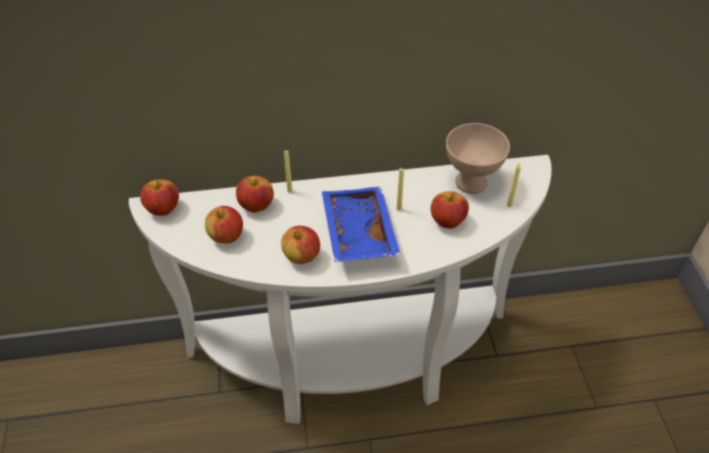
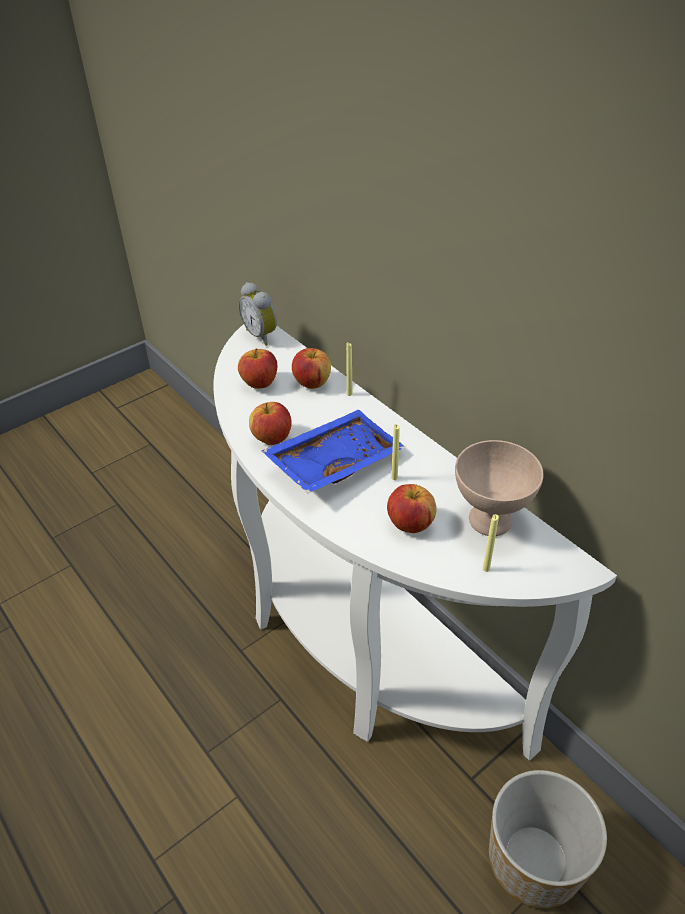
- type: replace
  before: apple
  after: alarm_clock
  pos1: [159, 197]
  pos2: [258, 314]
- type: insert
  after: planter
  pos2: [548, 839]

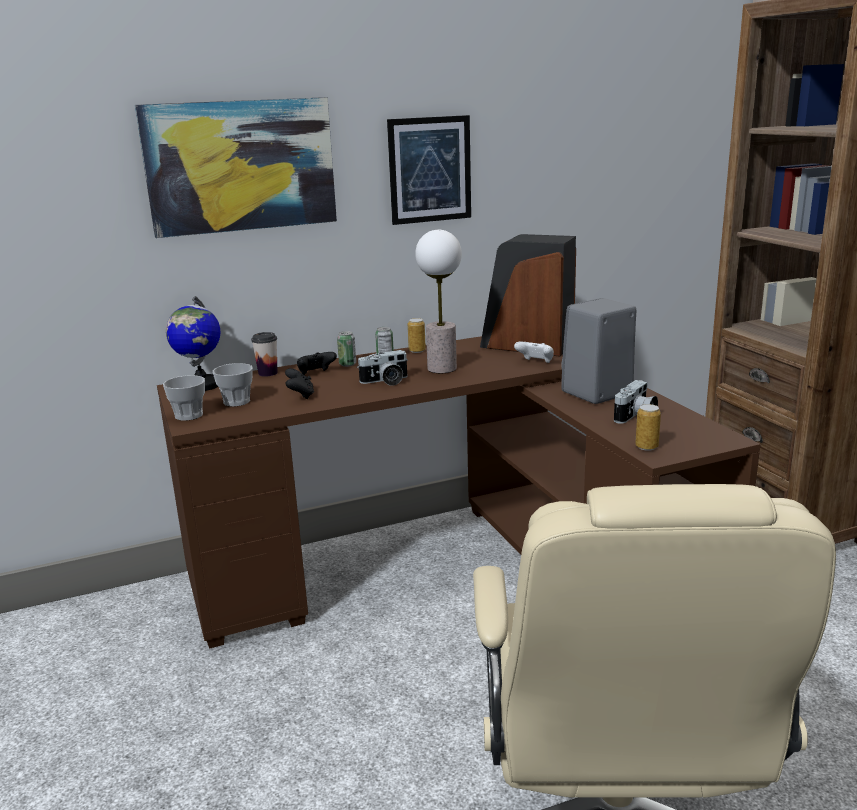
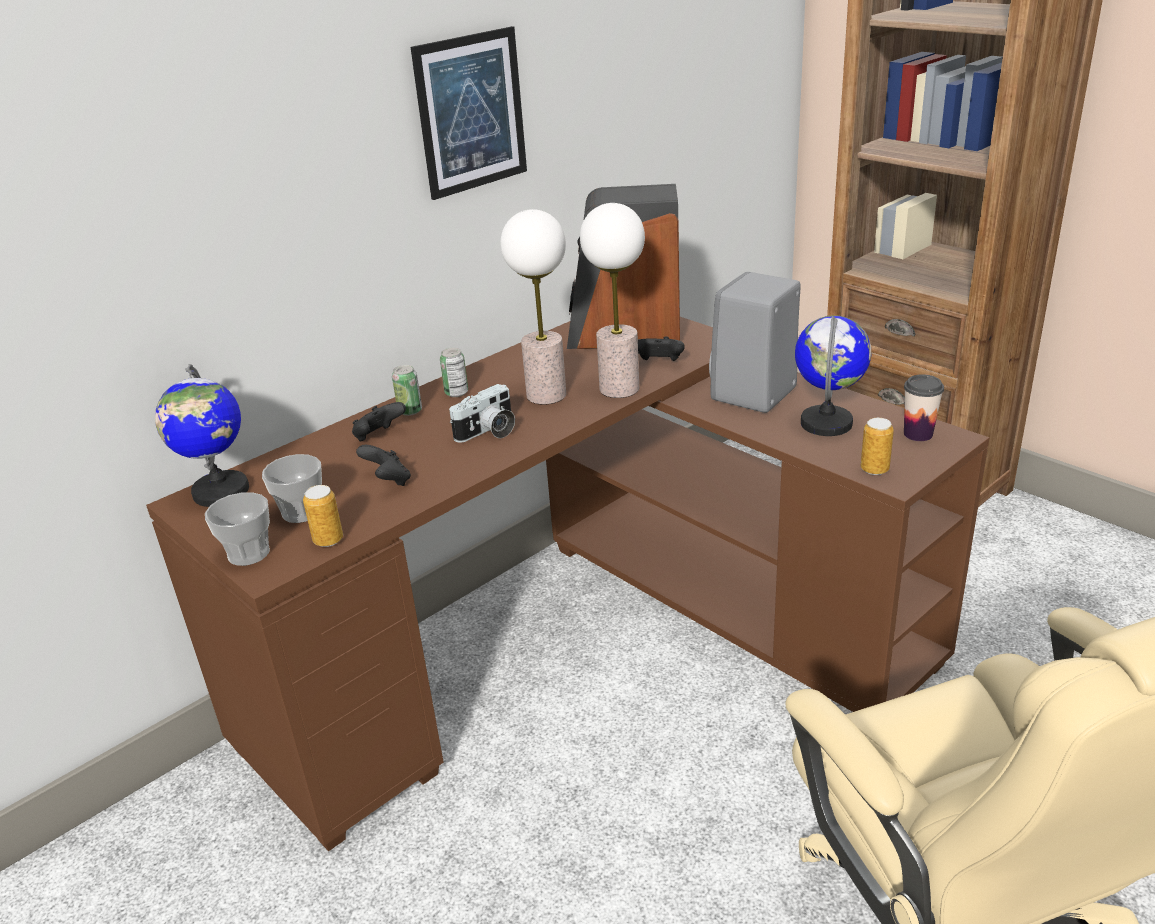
- type: delete
  before: picture
  pos1: [236, 167]
- type: move
  before: can
  pos1: [417, 335]
  pos2: [323, 516]
- type: move
  before: cup
  pos1: [264, 354]
  pos2: [924, 407]
- type: recolor
  before: white_game_controller
  after: black_game_controller
  pos1: [534, 352]
  pos2: [661, 348]
- type: replace
  before: photo_camera
  after: globe
  pos1: [636, 402]
  pos2: [833, 375]
- type: insert
  after: table_lamp
  pos2: [612, 300]

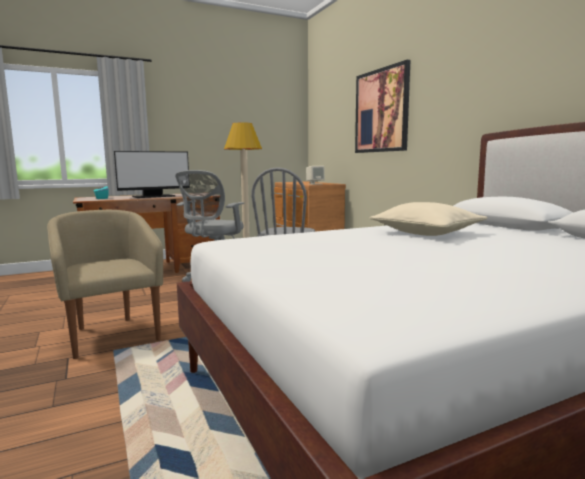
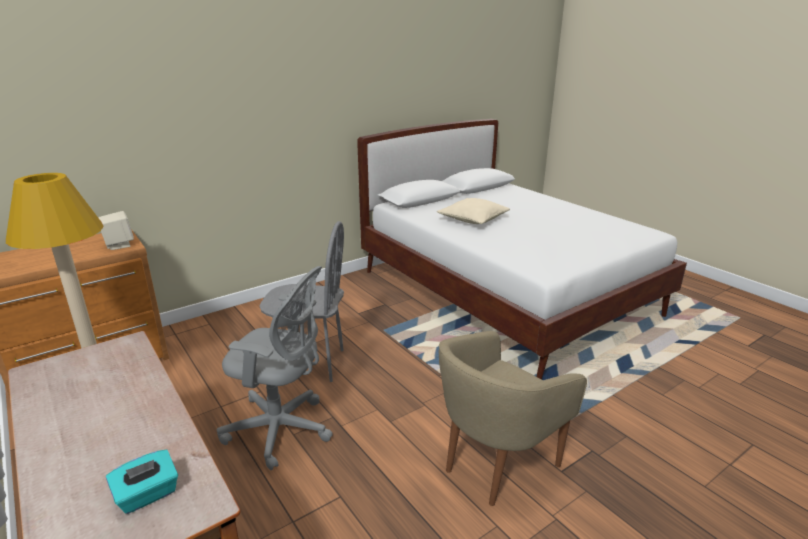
- type: delete
  before: picture
  pos1: [382, 106]
- type: delete
  before: monitor
  pos1: [151, 174]

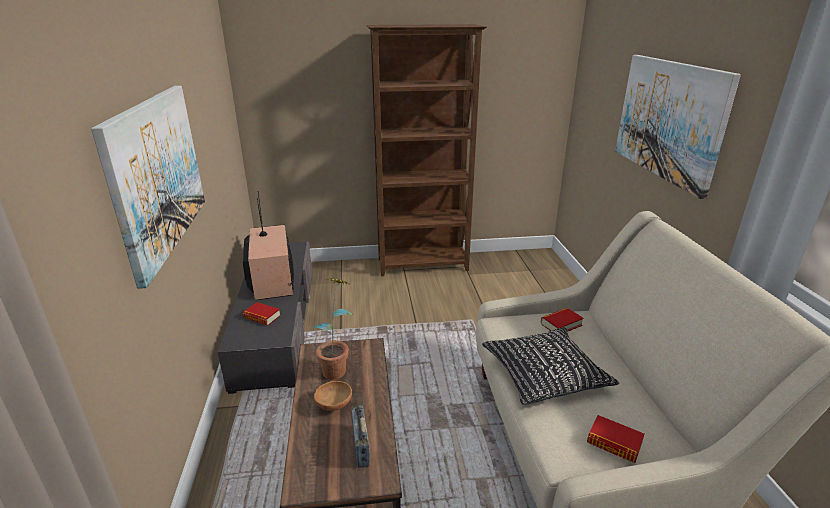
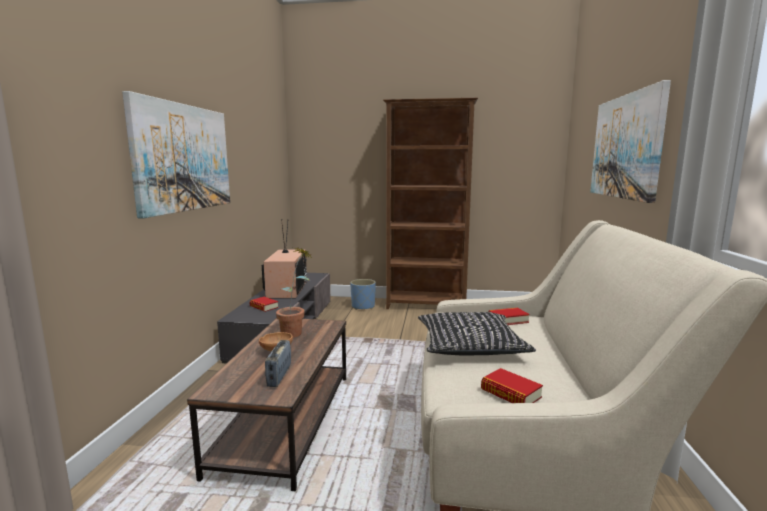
- type: insert
  after: blue_planter
  pos2: [363, 294]

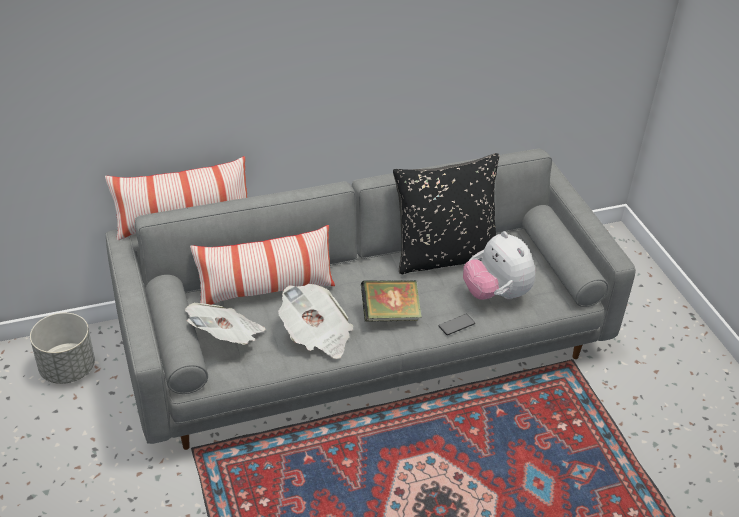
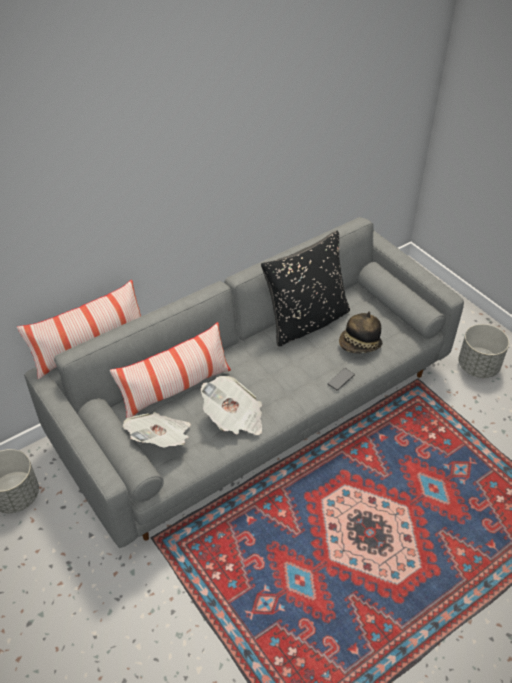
- type: replace
  before: plush_toy
  after: hat
  pos1: [499, 265]
  pos2: [360, 332]
- type: delete
  before: book
  pos1: [391, 301]
- type: insert
  after: grey_planter
  pos2: [483, 351]

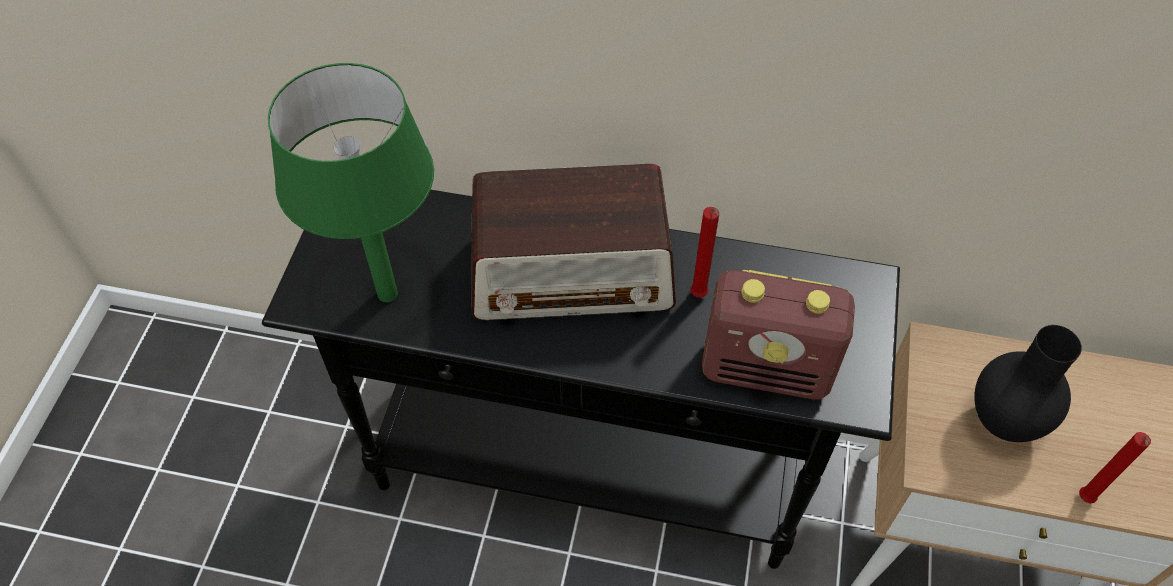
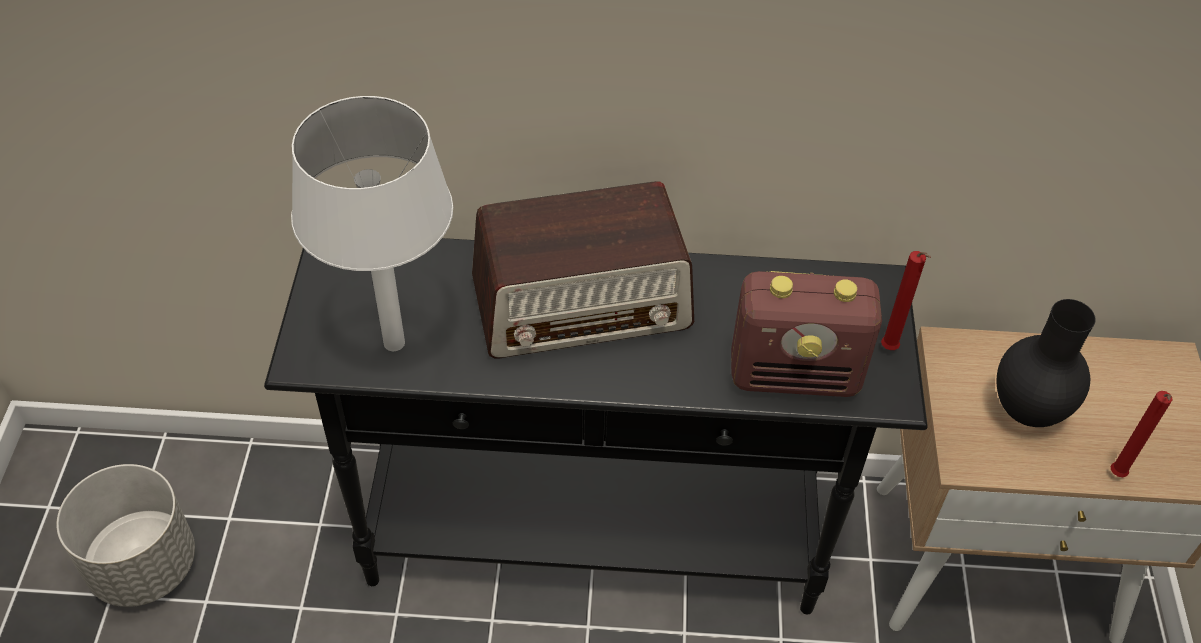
- type: recolor
  before: green_table_lamp
  after: white_table_lamp
  pos1: [351, 182]
  pos2: [372, 223]
- type: move
  before: red_candle
  pos1: [704, 252]
  pos2: [906, 300]
- type: insert
  after: grey_planter
  pos2: [125, 535]

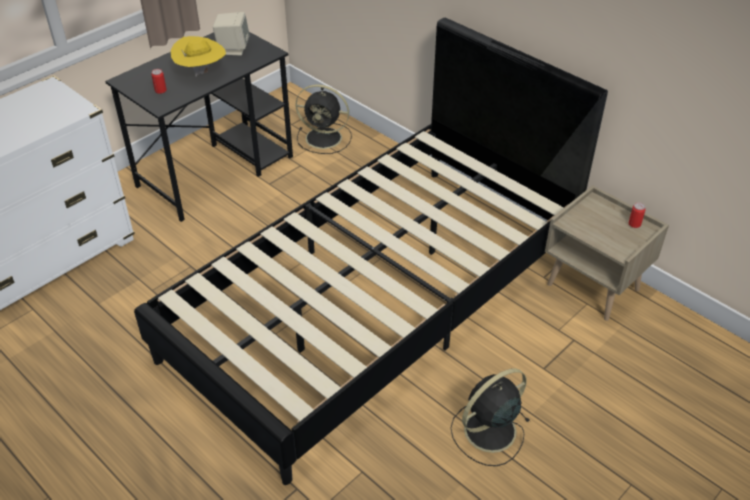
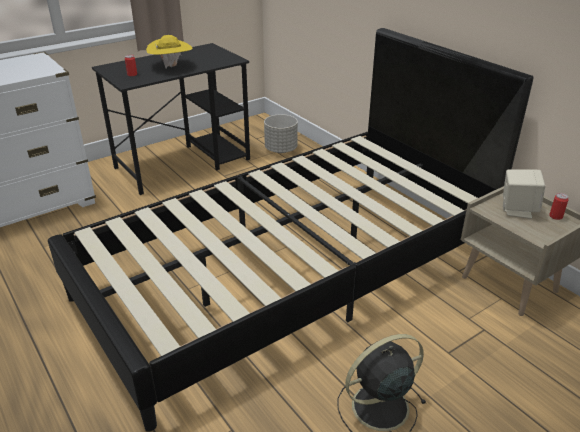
- type: move
  before: beige_speaker
  pos1: [231, 34]
  pos2: [524, 194]
- type: replace
  before: black_fan
  after: grey_planter
  pos1: [323, 119]
  pos2: [281, 133]

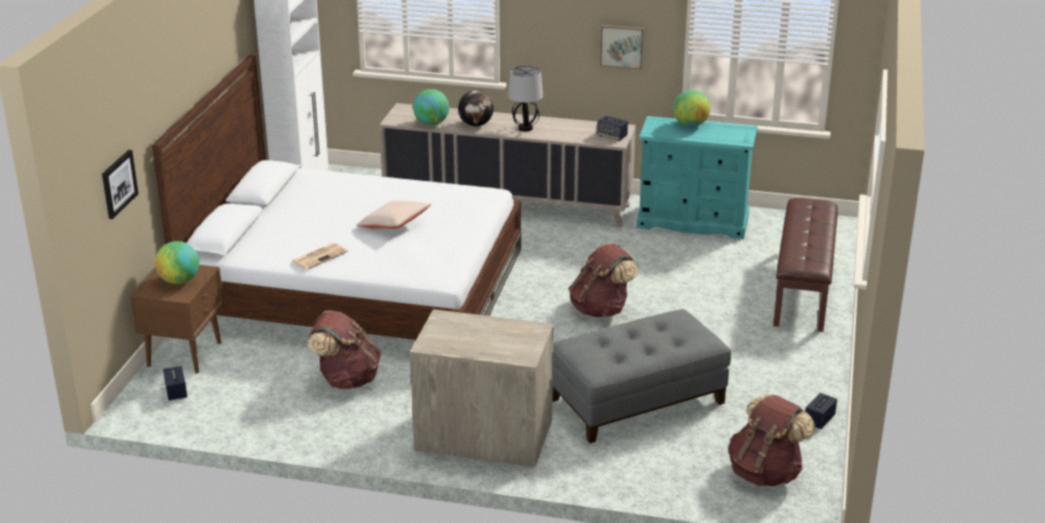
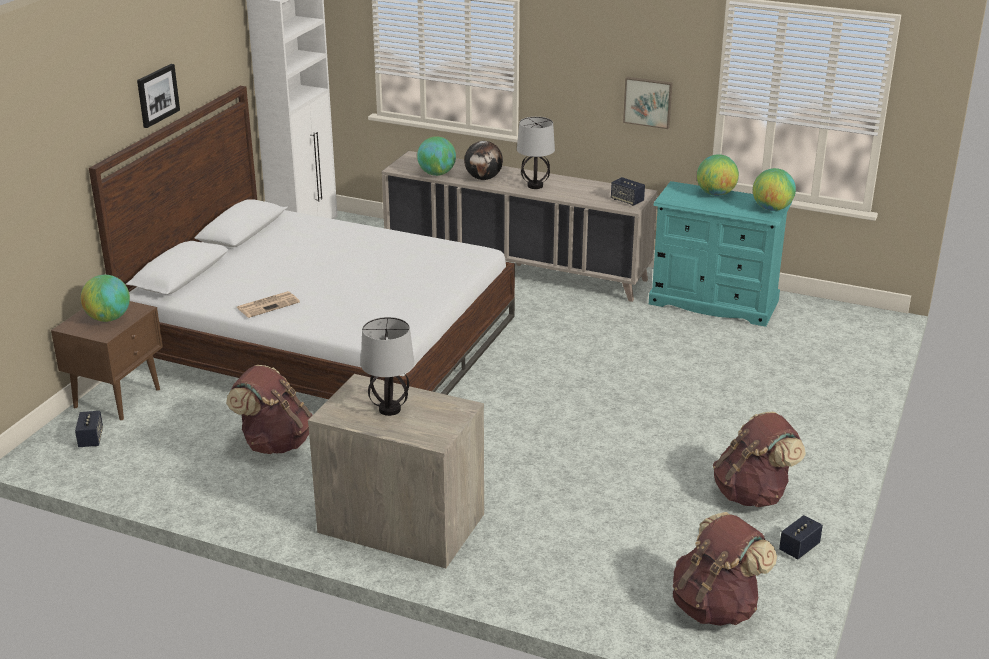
- type: move
  before: picture
  pos1: [120, 184]
  pos2: [158, 96]
- type: delete
  before: brown_bench
  pos1: [805, 265]
- type: delete
  before: beige_pillow
  pos1: [394, 215]
- type: move
  before: brown_backpack
  pos1: [603, 280]
  pos2: [759, 459]
- type: delete
  before: grey_ottoman
  pos1: [642, 376]
- type: insert
  after: globe
  pos2: [774, 189]
- type: insert
  after: table_lamp
  pos2: [387, 366]

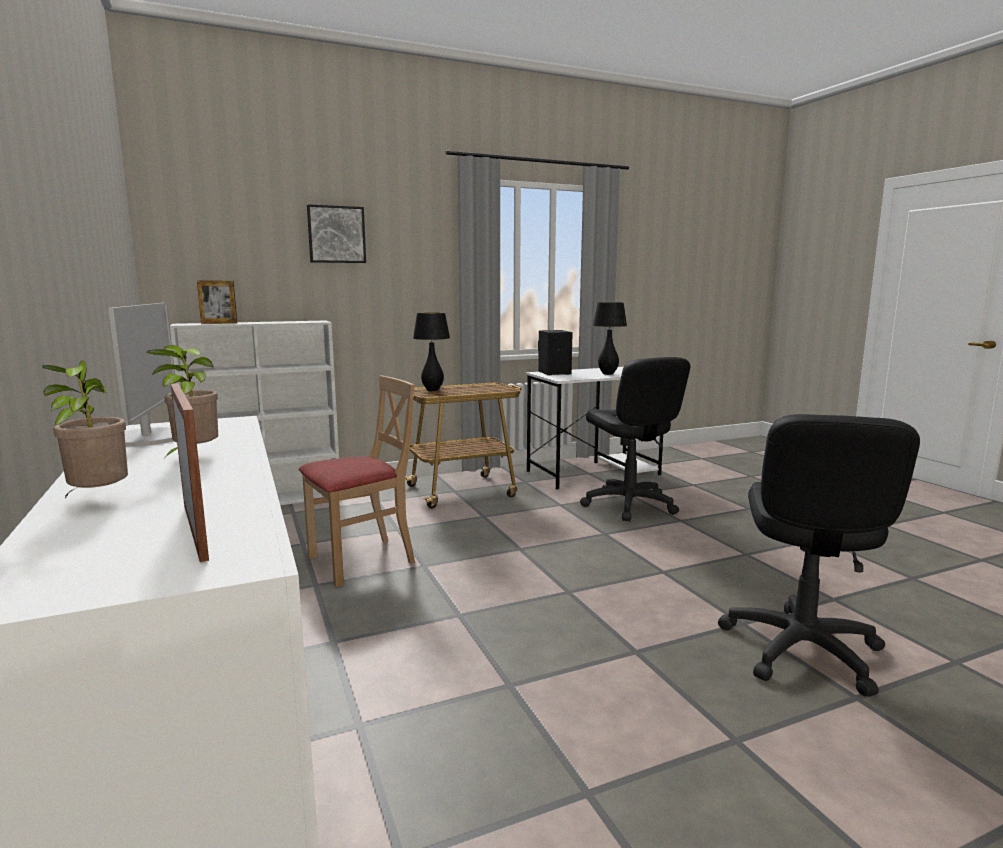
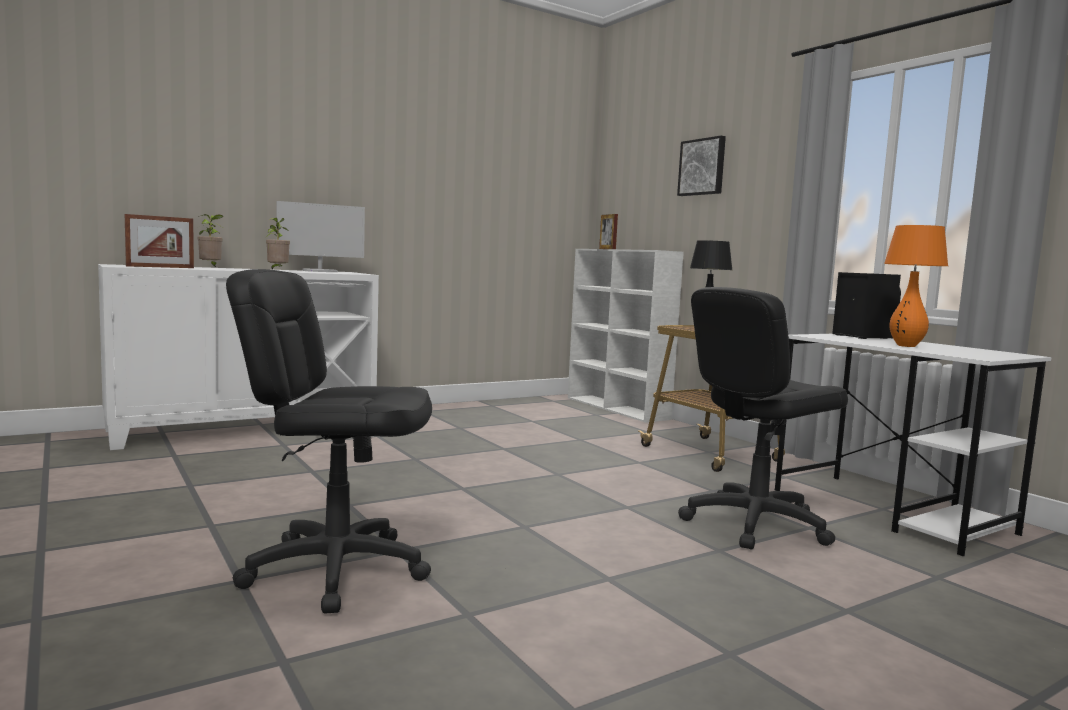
- type: recolor
  before: black_table_lamp
  after: orange_table_lamp
  pos1: [610, 338]
  pos2: [916, 286]
- type: delete
  before: beige_chair
  pos1: [357, 481]

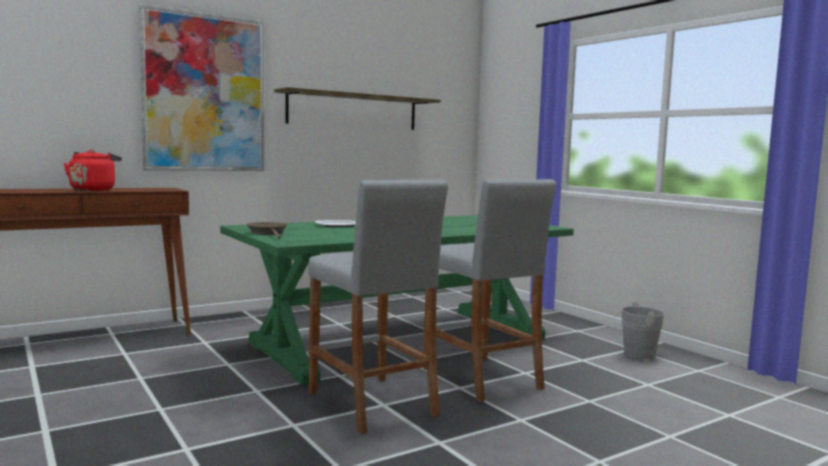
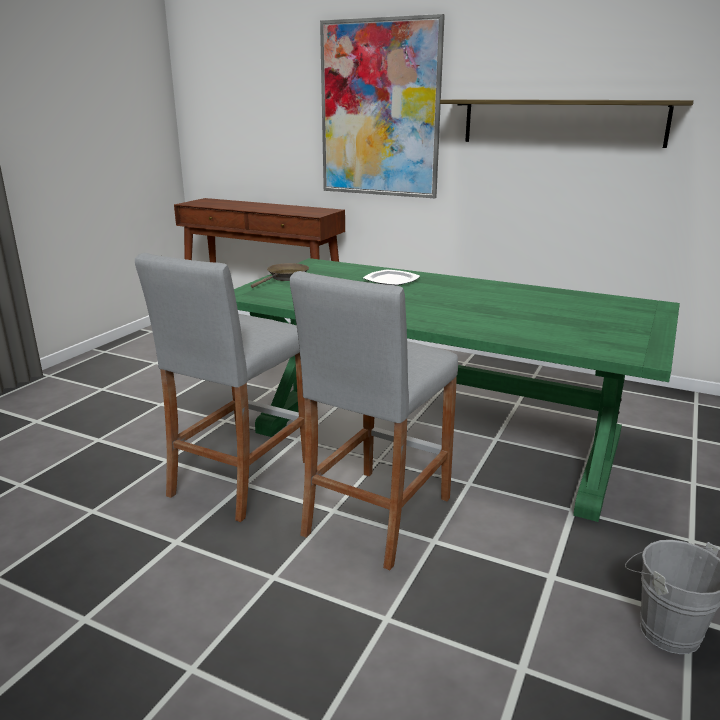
- type: delete
  before: red_kettle
  pos1: [92, 170]

